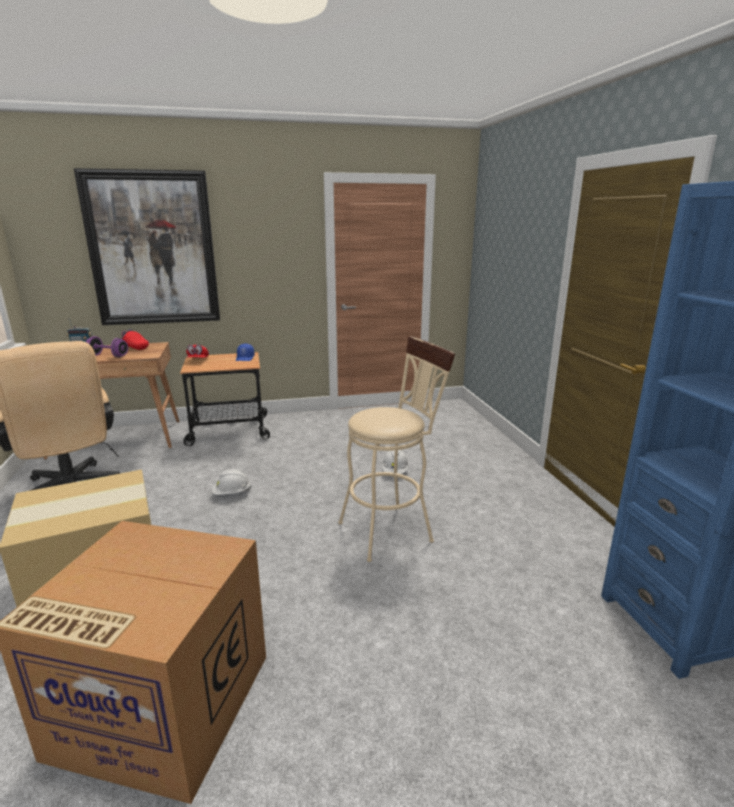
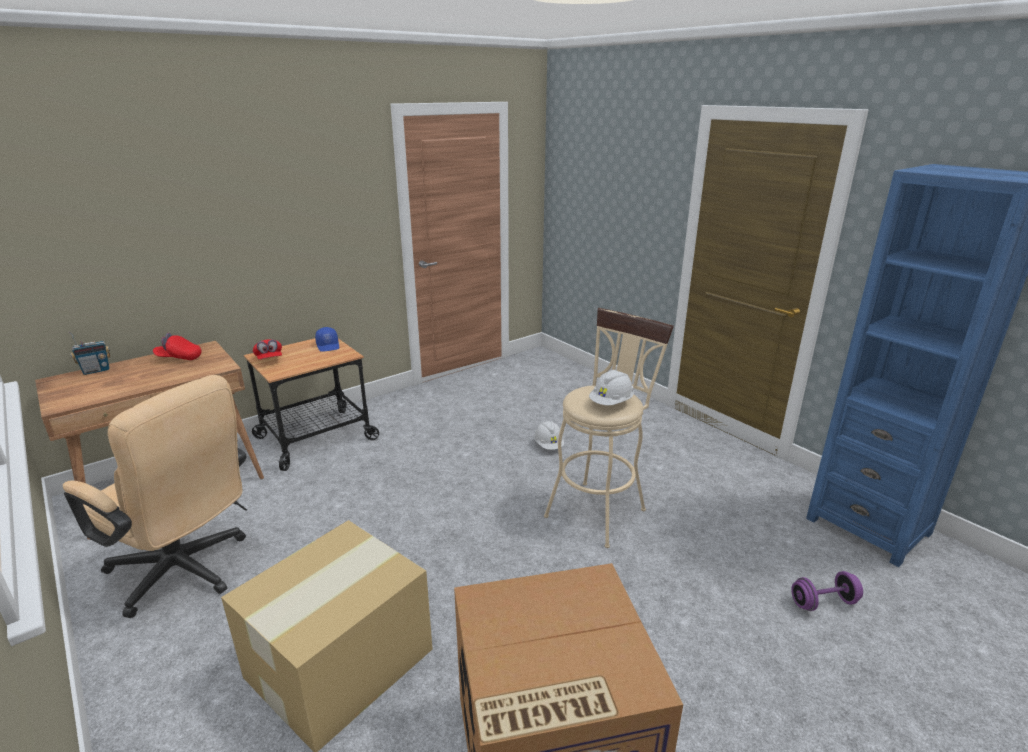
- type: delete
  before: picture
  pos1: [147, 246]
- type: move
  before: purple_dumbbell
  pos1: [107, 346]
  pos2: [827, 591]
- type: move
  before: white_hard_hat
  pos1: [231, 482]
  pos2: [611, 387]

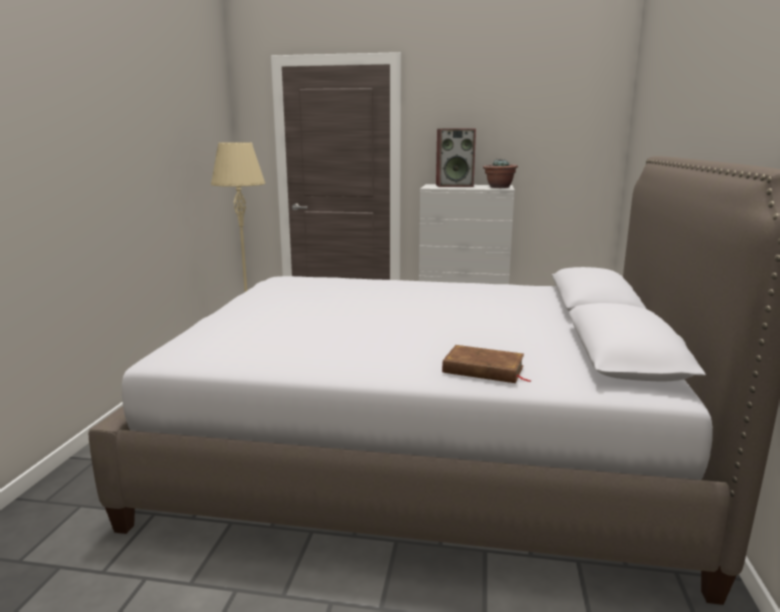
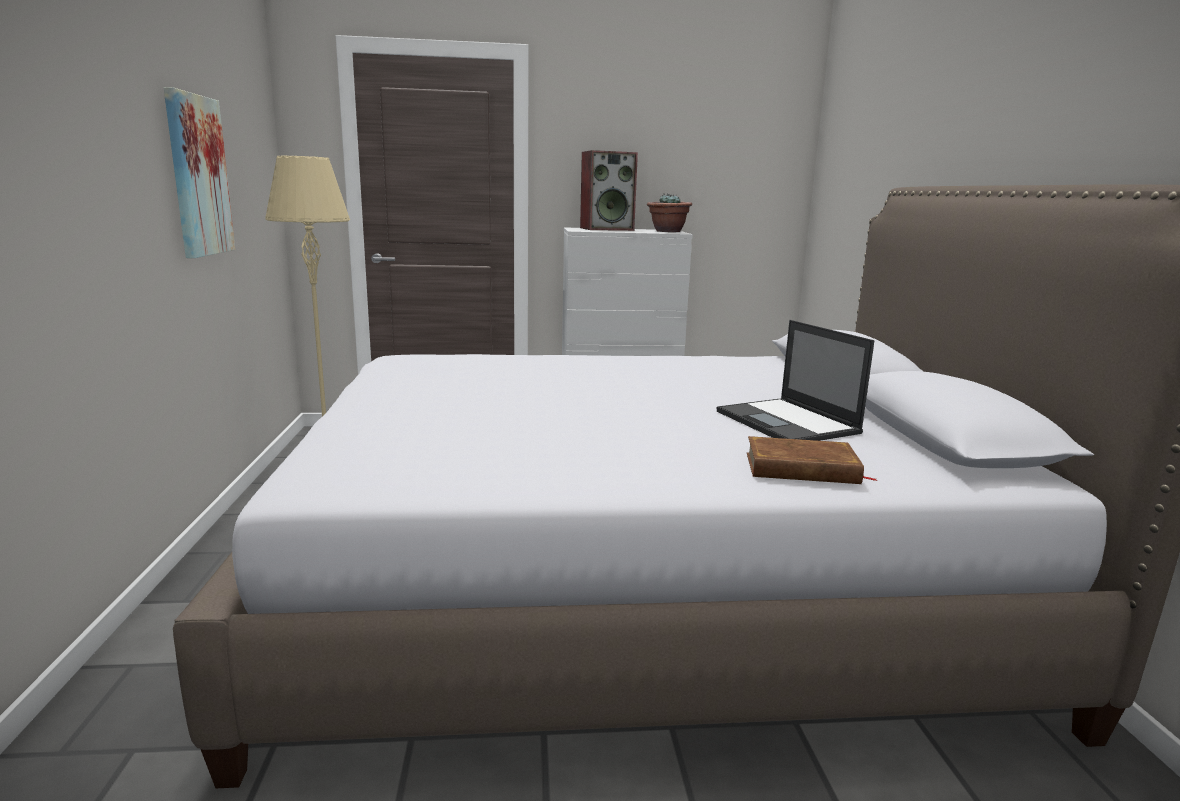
- type: insert
  after: picture
  pos2: [199, 172]
- type: insert
  after: laptop
  pos2: [795, 380]

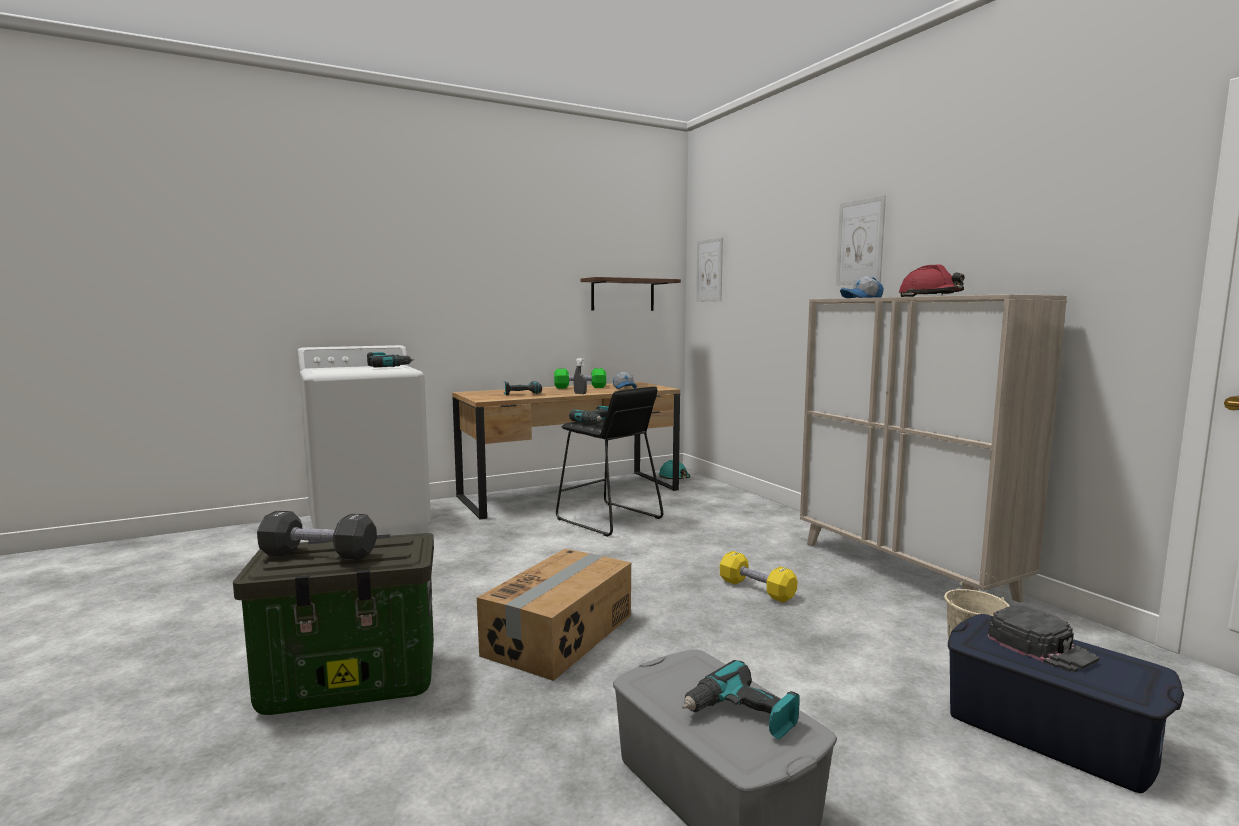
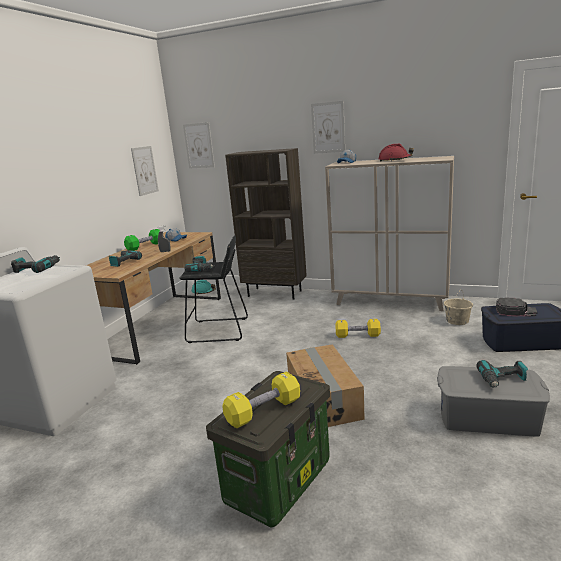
- type: replace
  before: shelf
  after: picture
  pos1: [631, 294]
  pos2: [145, 171]
- type: recolor
  before: black_dumbbell
  after: yellow_dumbbell
  pos1: [317, 535]
  pos2: [261, 399]
- type: insert
  after: brown_bookcase
  pos2: [266, 224]

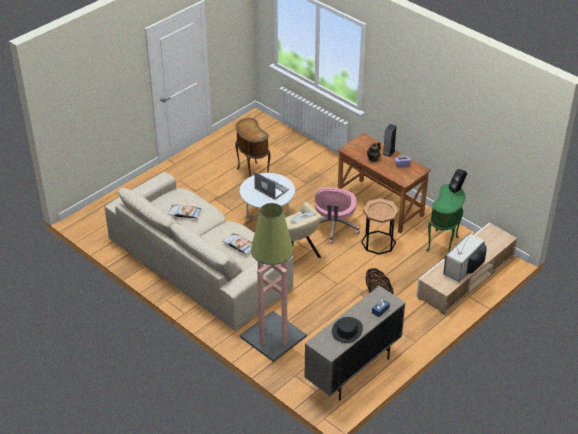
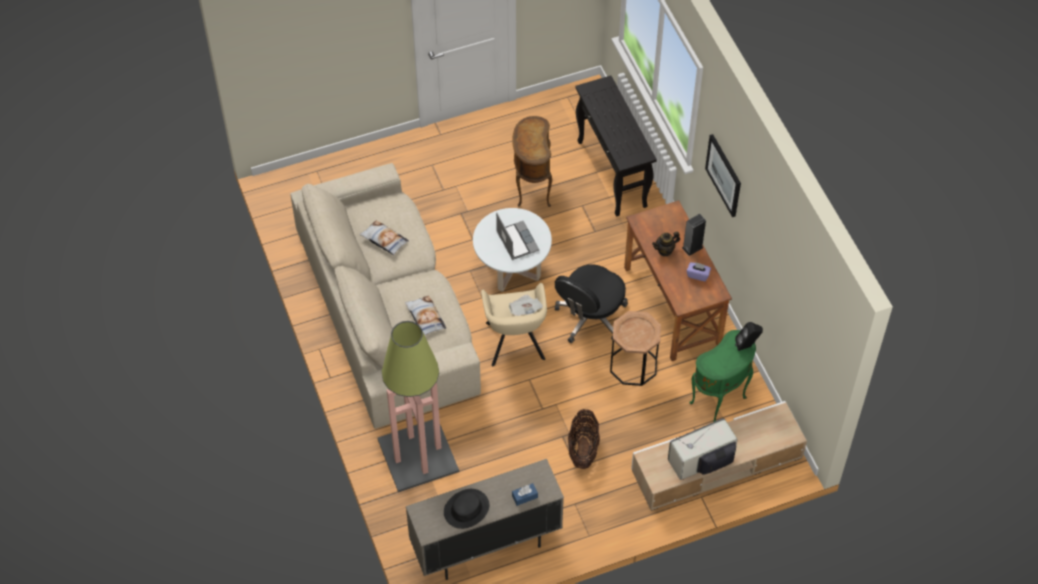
- type: recolor
  before: pink_office_chair
  after: black_office_chair
  pos1: [337, 215]
  pos2: [591, 303]
- type: insert
  after: black_console_table
  pos2: [616, 146]
- type: insert
  after: picture
  pos2: [723, 175]

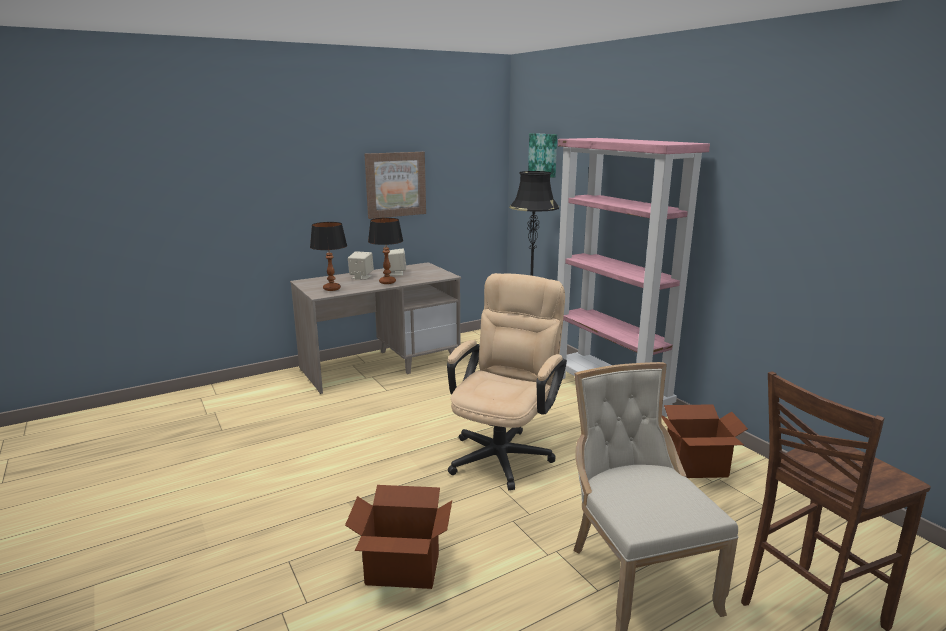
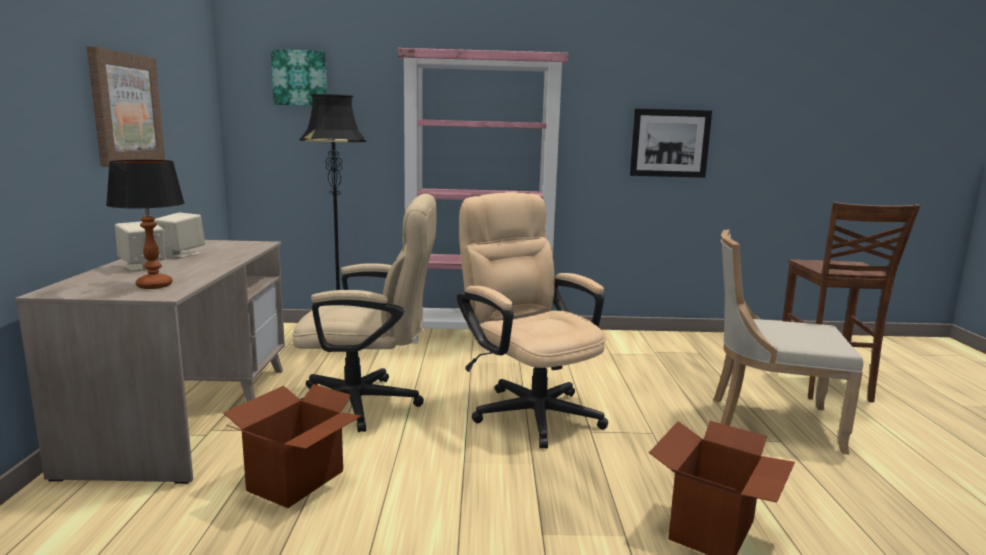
- type: delete
  before: table_lamp
  pos1: [385, 251]
- type: move
  before: cardboard_box
  pos1: [705, 441]
  pos2: [292, 446]
- type: insert
  after: picture
  pos2: [671, 143]
- type: insert
  after: beige_office_chair
  pos2: [364, 313]

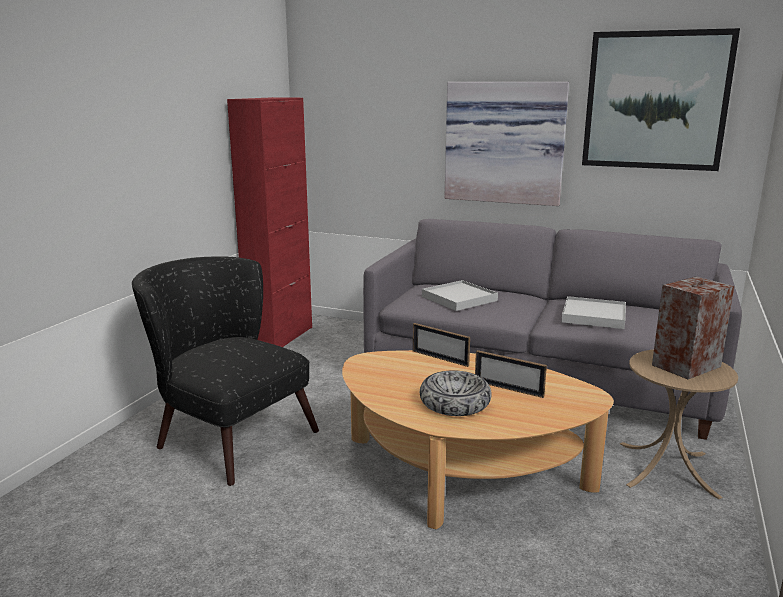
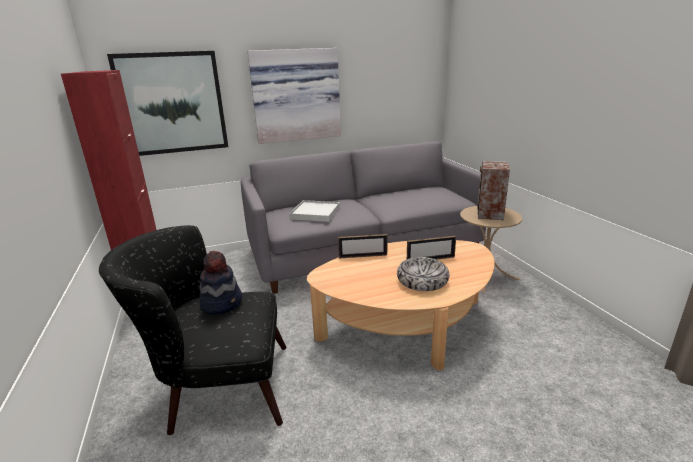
- type: move
  before: picture
  pos1: [661, 99]
  pos2: [167, 103]
- type: delete
  before: white_tray
  pos1: [593, 312]
- type: insert
  after: hat
  pos2: [220, 283]

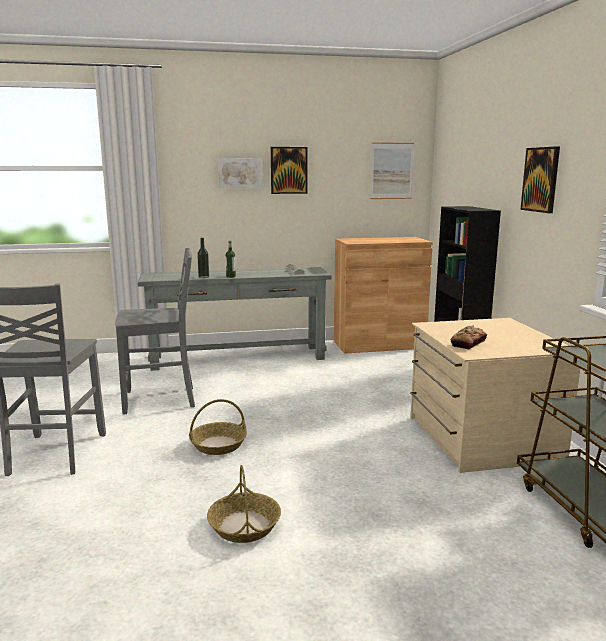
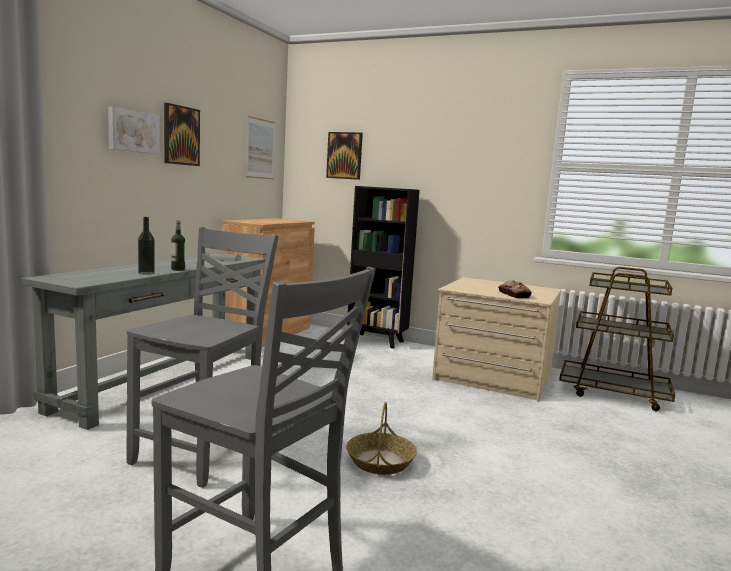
- type: move
  before: picture
  pos1: [540, 179]
  pos2: [344, 156]
- type: delete
  before: basket
  pos1: [244, 504]

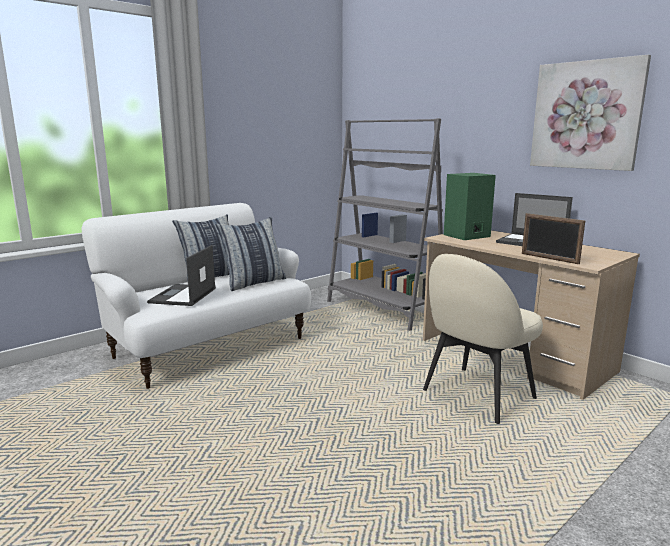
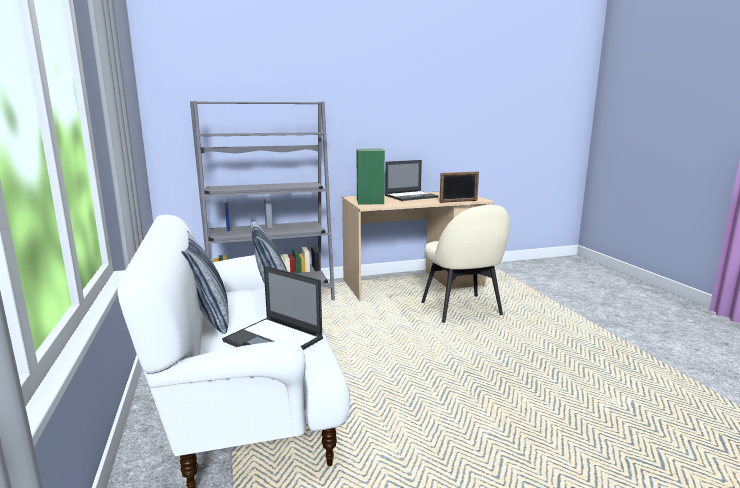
- type: delete
  before: picture
  pos1: [590, 113]

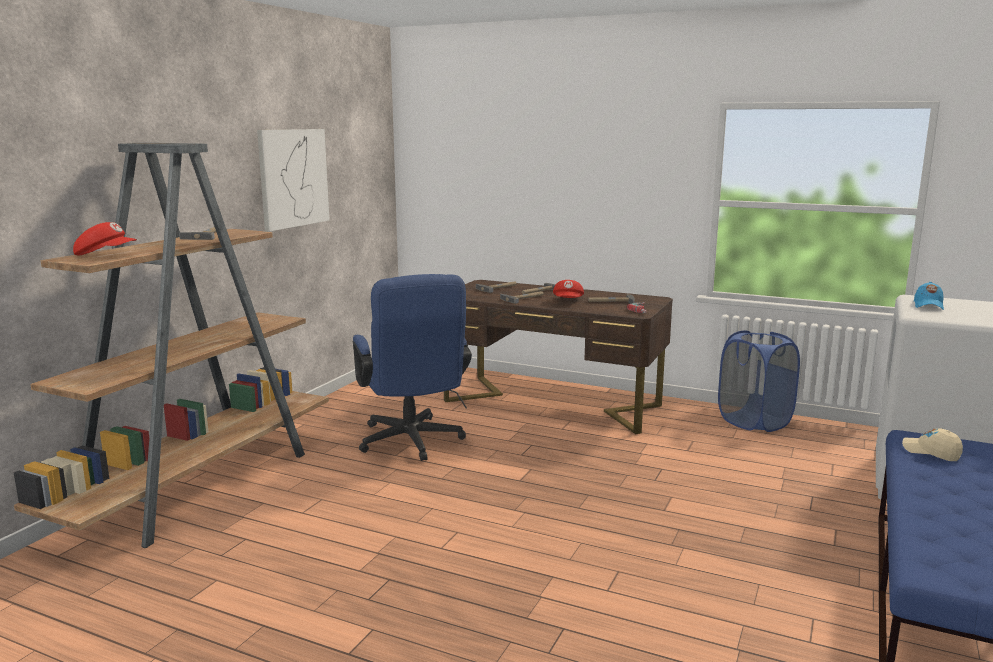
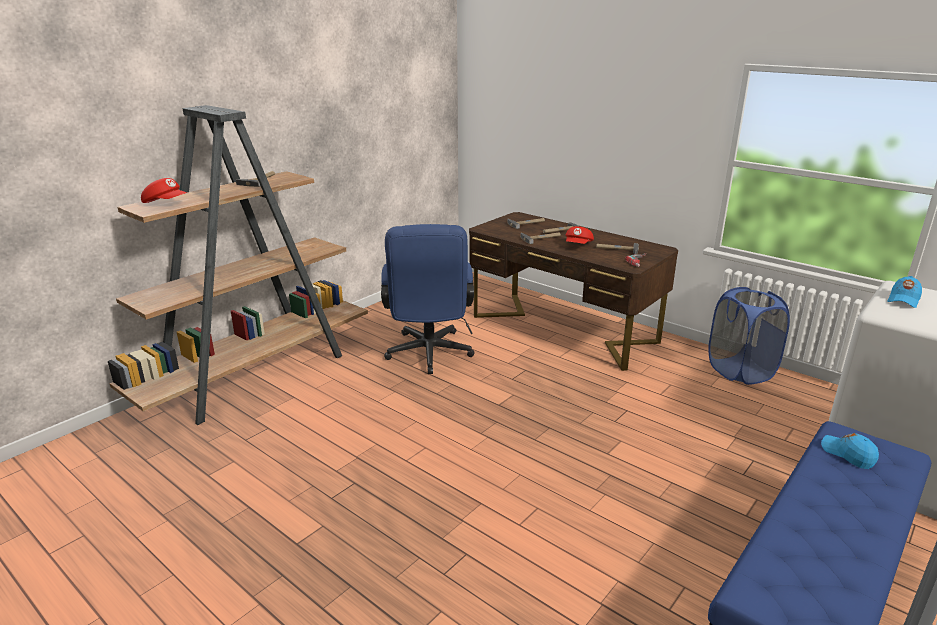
- type: delete
  before: picture
  pos1: [293, 180]
- type: recolor
  before: beige_cap
  after: blue_cap
  pos1: [932, 444]
  pos2: [850, 451]

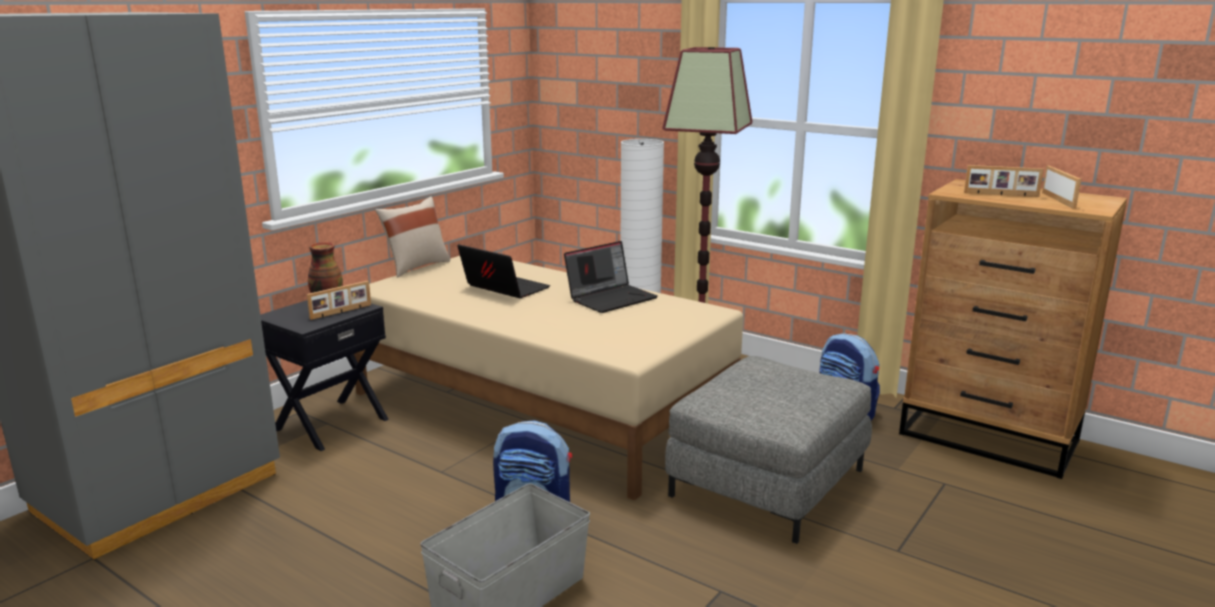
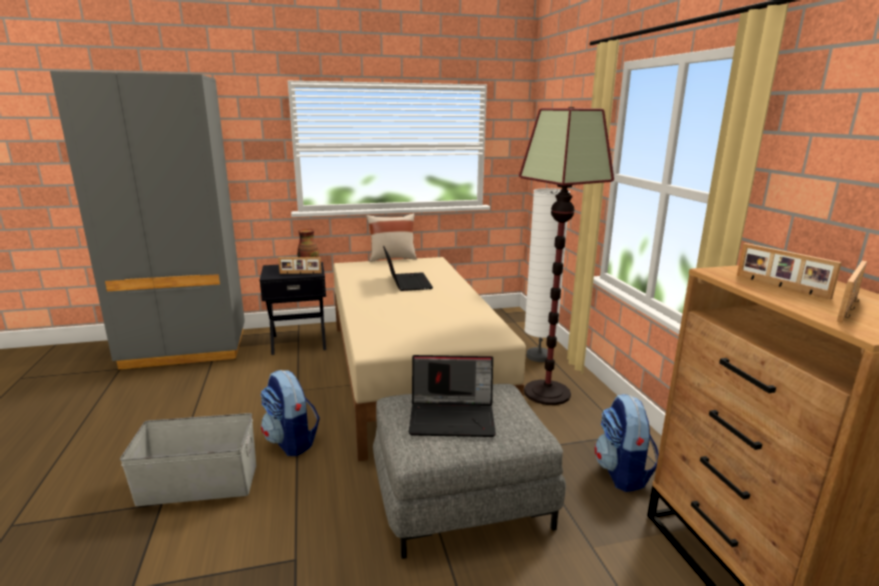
- type: move
  before: laptop
  pos1: [611, 277]
  pos2: [452, 396]

